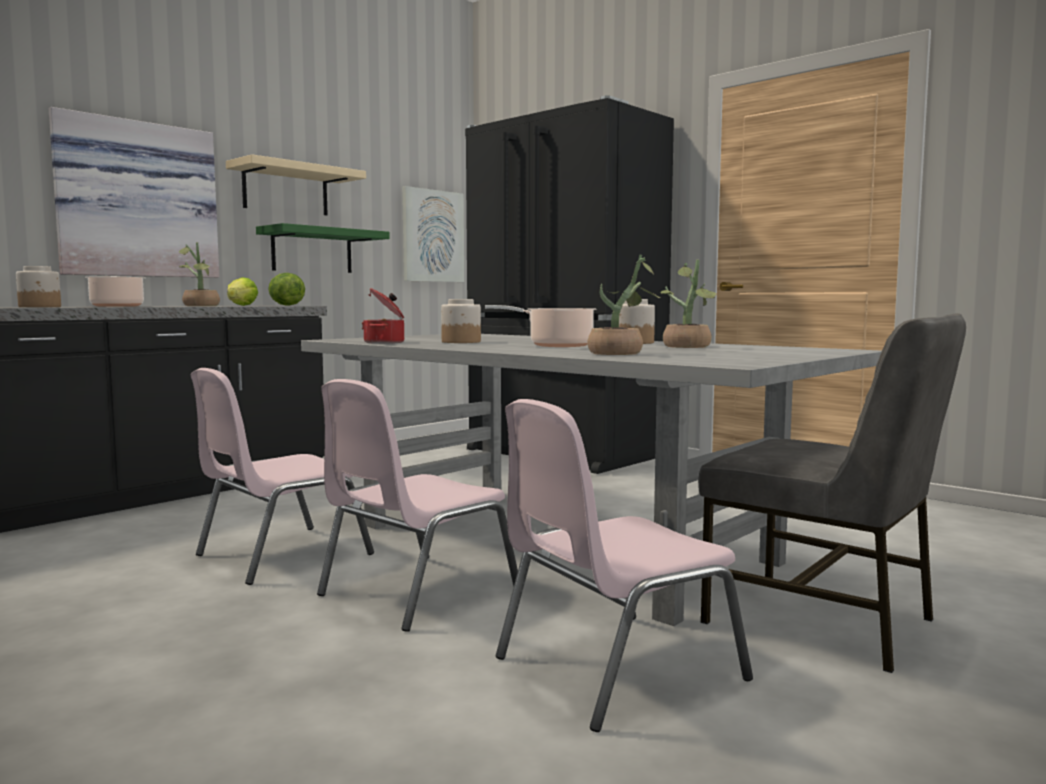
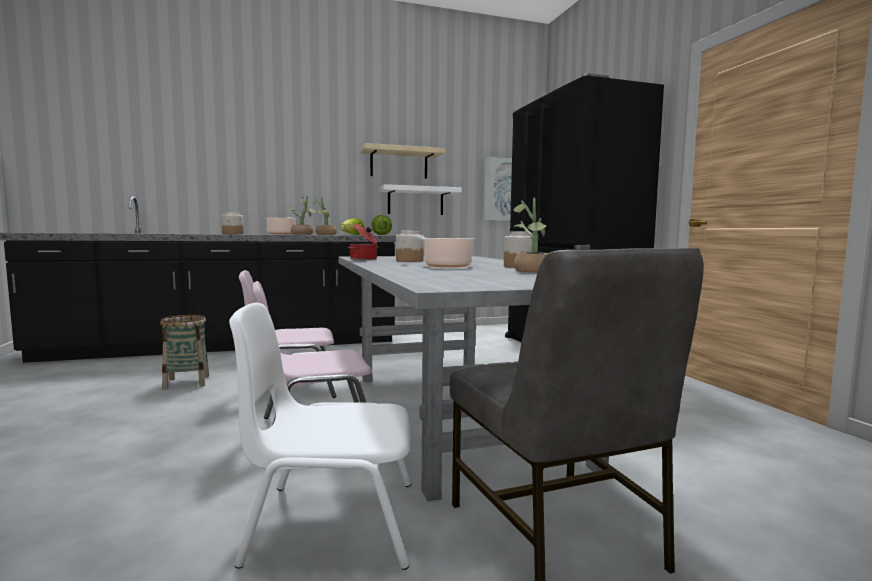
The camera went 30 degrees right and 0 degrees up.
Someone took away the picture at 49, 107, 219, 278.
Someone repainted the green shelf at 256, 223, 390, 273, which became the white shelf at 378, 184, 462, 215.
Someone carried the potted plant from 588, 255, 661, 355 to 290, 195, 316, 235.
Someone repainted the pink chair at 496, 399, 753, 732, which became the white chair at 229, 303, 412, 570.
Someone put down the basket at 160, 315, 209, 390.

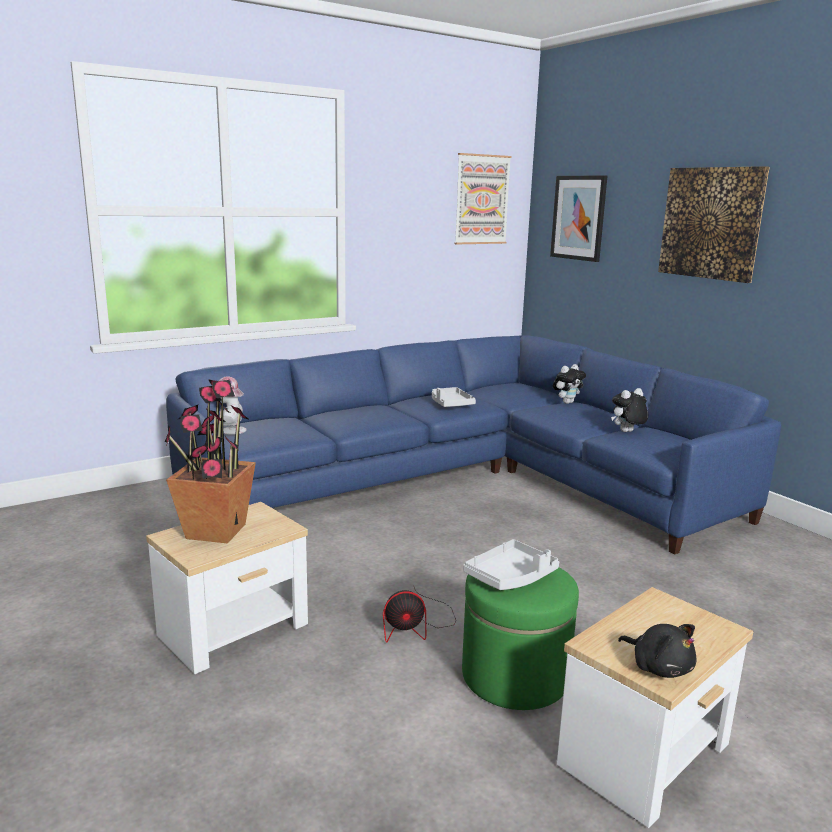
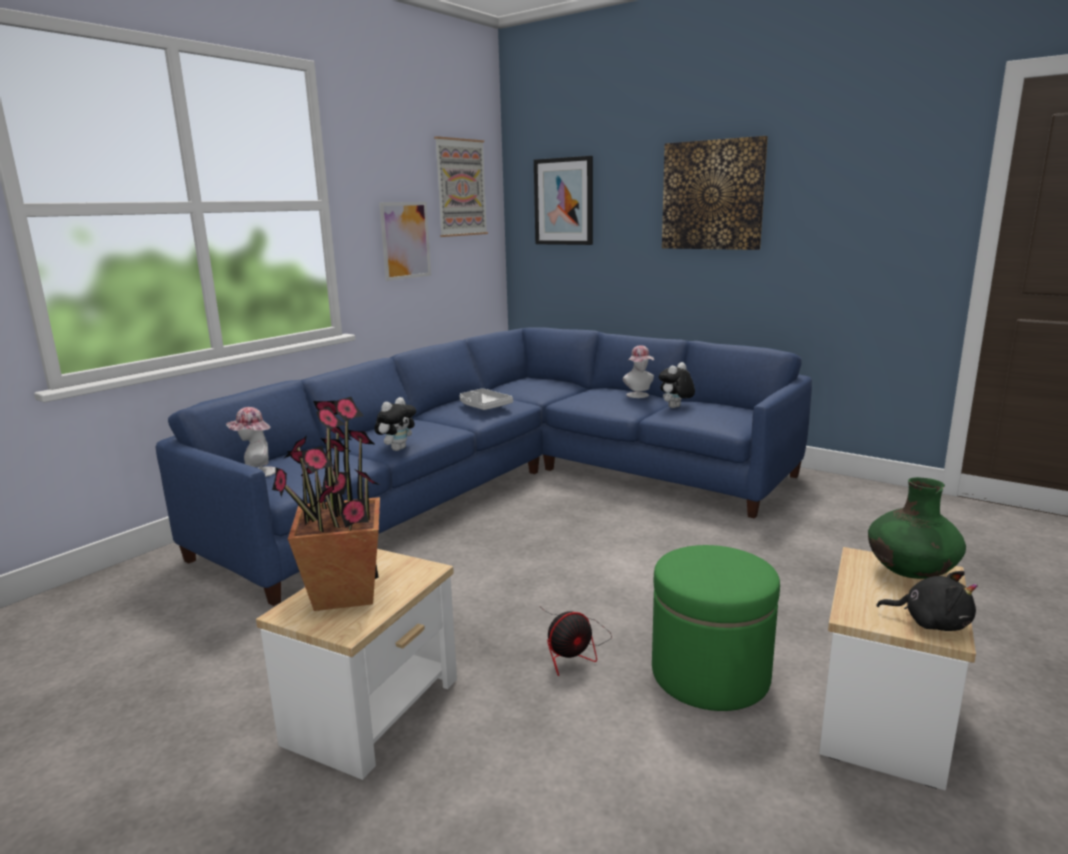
The camera went 20 degrees left and 0 degrees up.
Someone carried the plush toy from 553, 364, 586, 404 to 374, 397, 416, 451.
Someone took away the grey tray at 463, 539, 559, 590.
Someone put up the picture at 379, 202, 431, 281.
Someone put down the hat at 623, 345, 654, 398.
Someone put down the green vase at 868, 477, 966, 579.

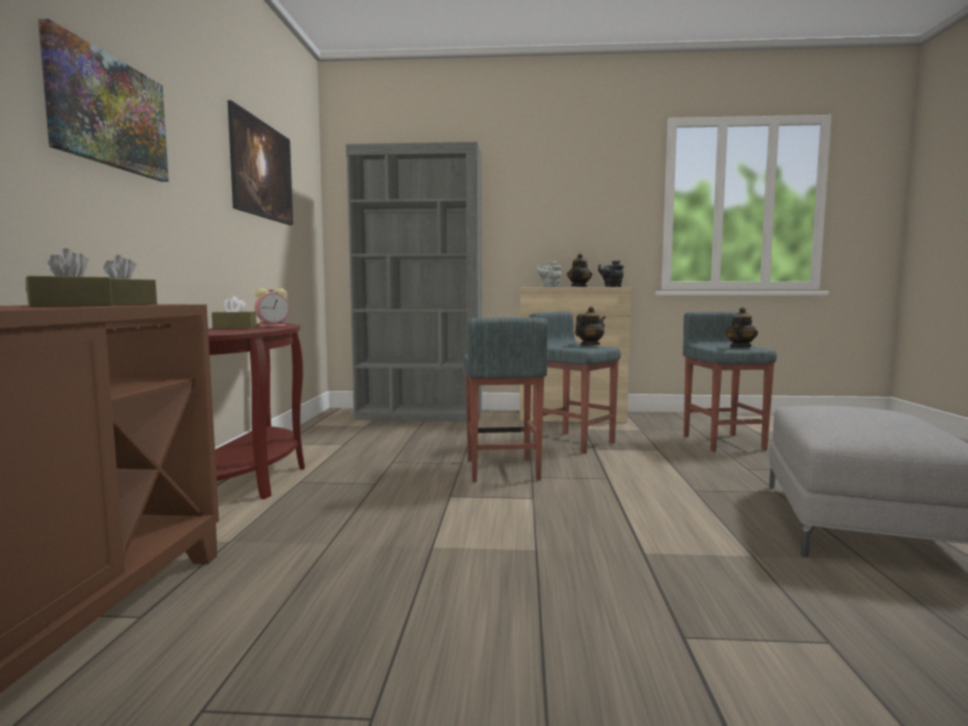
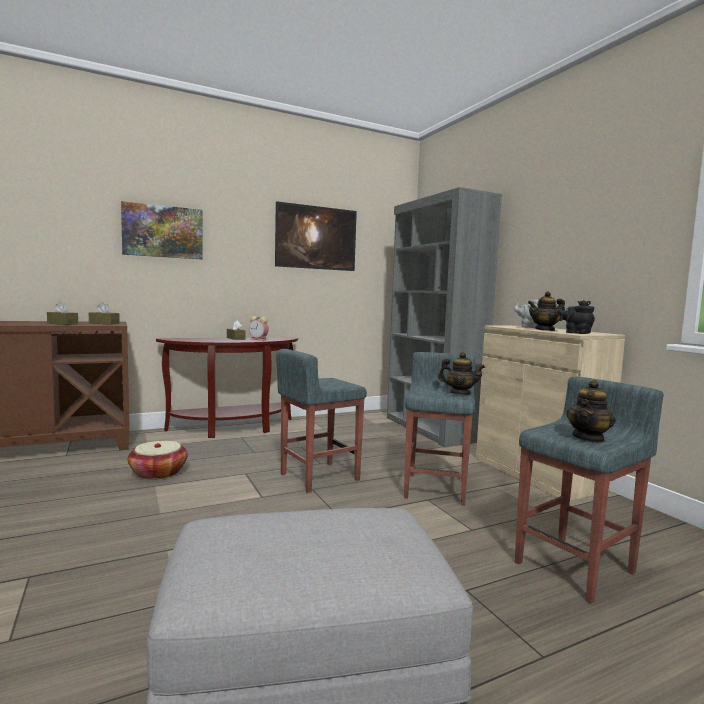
The camera went 60 degrees right and 0 degrees up.
Someone rotated the teapot at 726, 307, 758, 348 by 120 degrees clockwise.
Someone put down the basket at 128, 441, 188, 480.

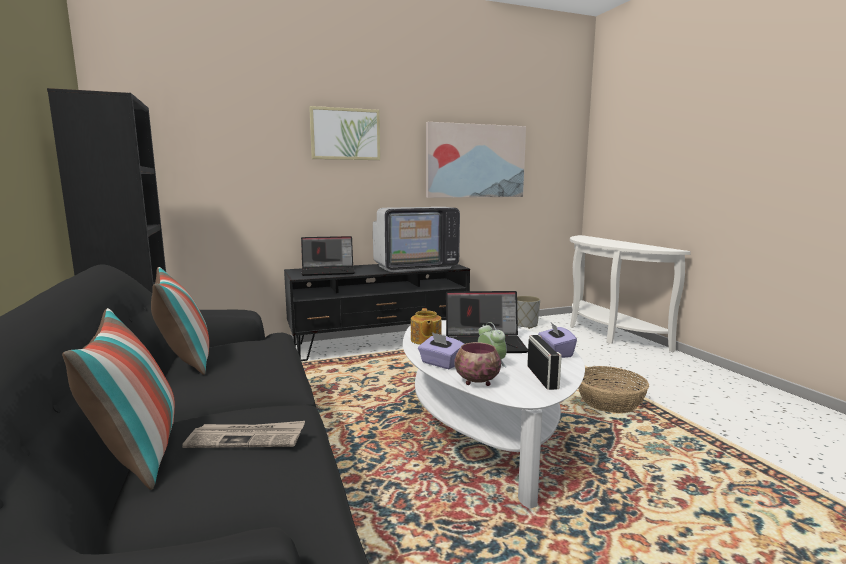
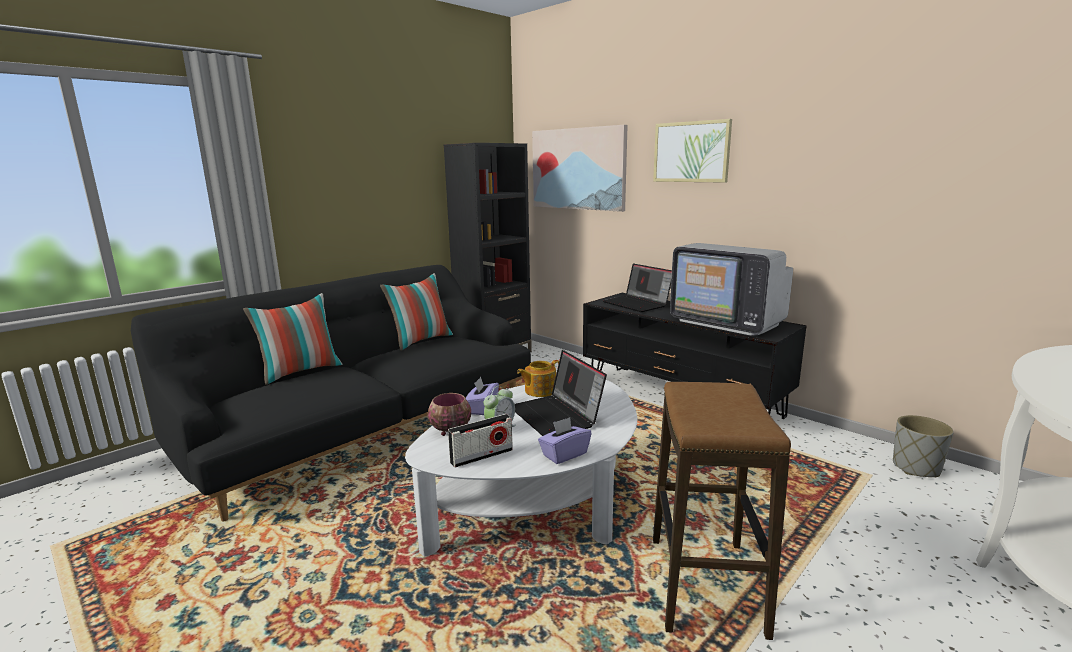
The camera went 65 degrees right and 5 degrees up.
Someone carried the picture from 426, 122, 526, 198 to 532, 125, 628, 212.
Someone swapped the basket at 578, 366, 649, 413 for the stool at 653, 382, 791, 640.
Someone took away the newspaper at 182, 421, 305, 448.

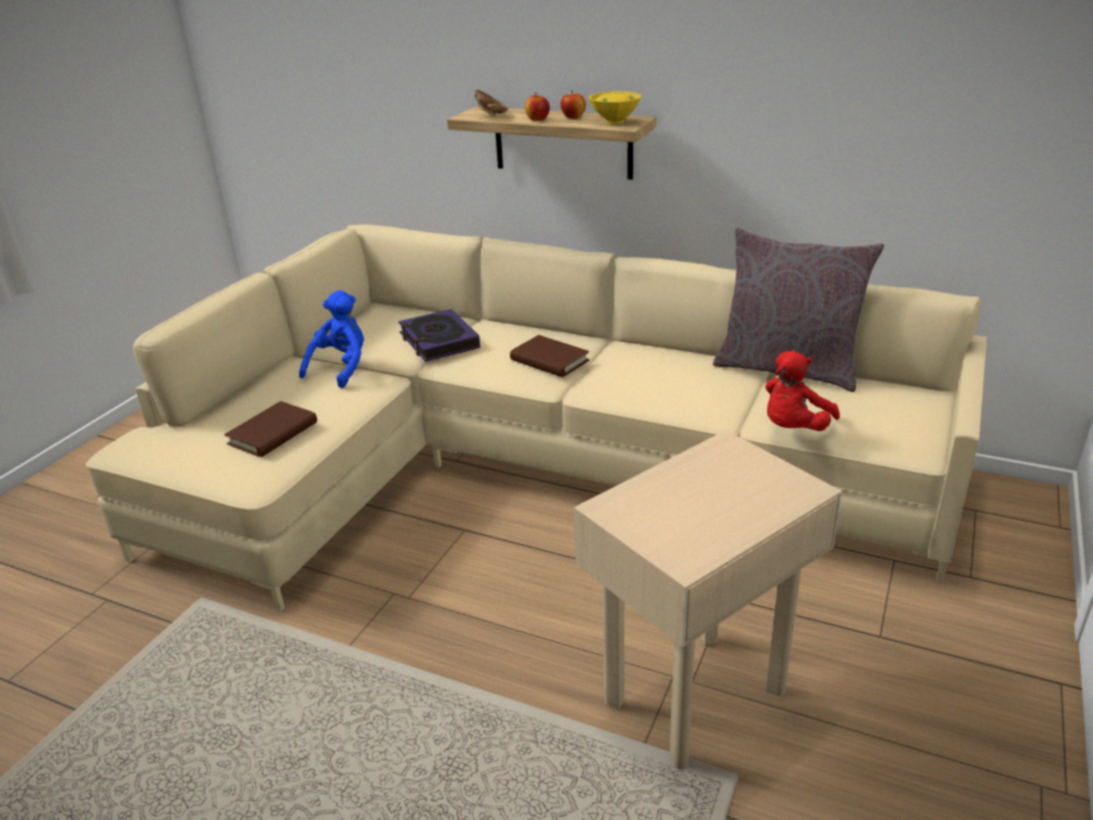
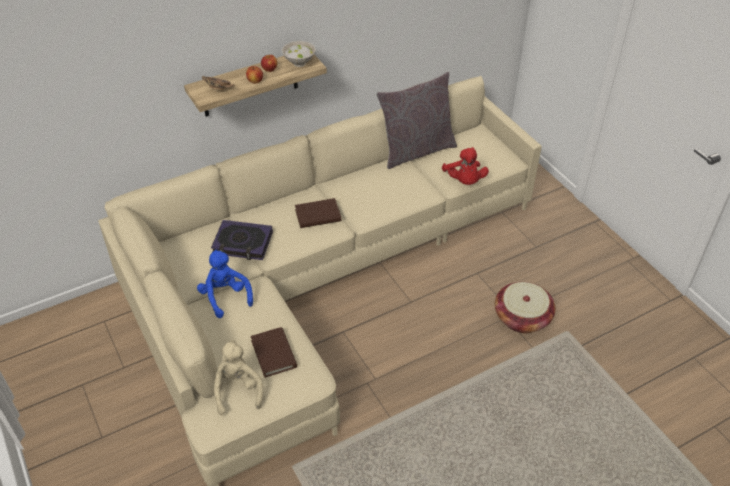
The camera went 55 degrees left and 15 degrees up.
Someone repainted the yellow bowl at 588, 91, 642, 124, which became the white bowl at 282, 41, 316, 67.
Someone swapped the beige side table at 574, 430, 842, 769 for the basket at 495, 282, 555, 333.
Someone put down the beige plush toy at 214, 340, 263, 415.

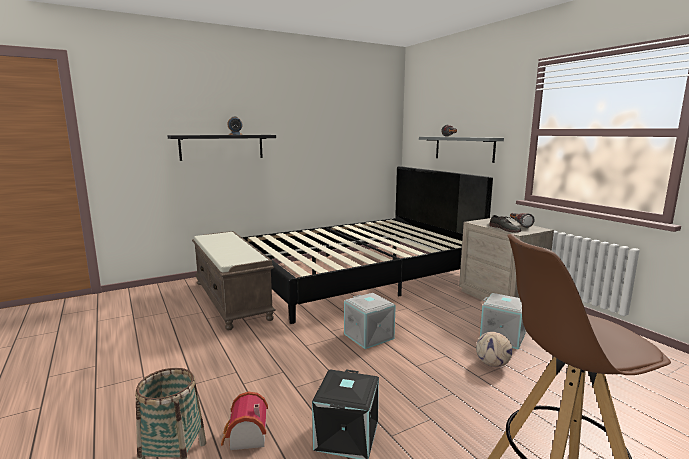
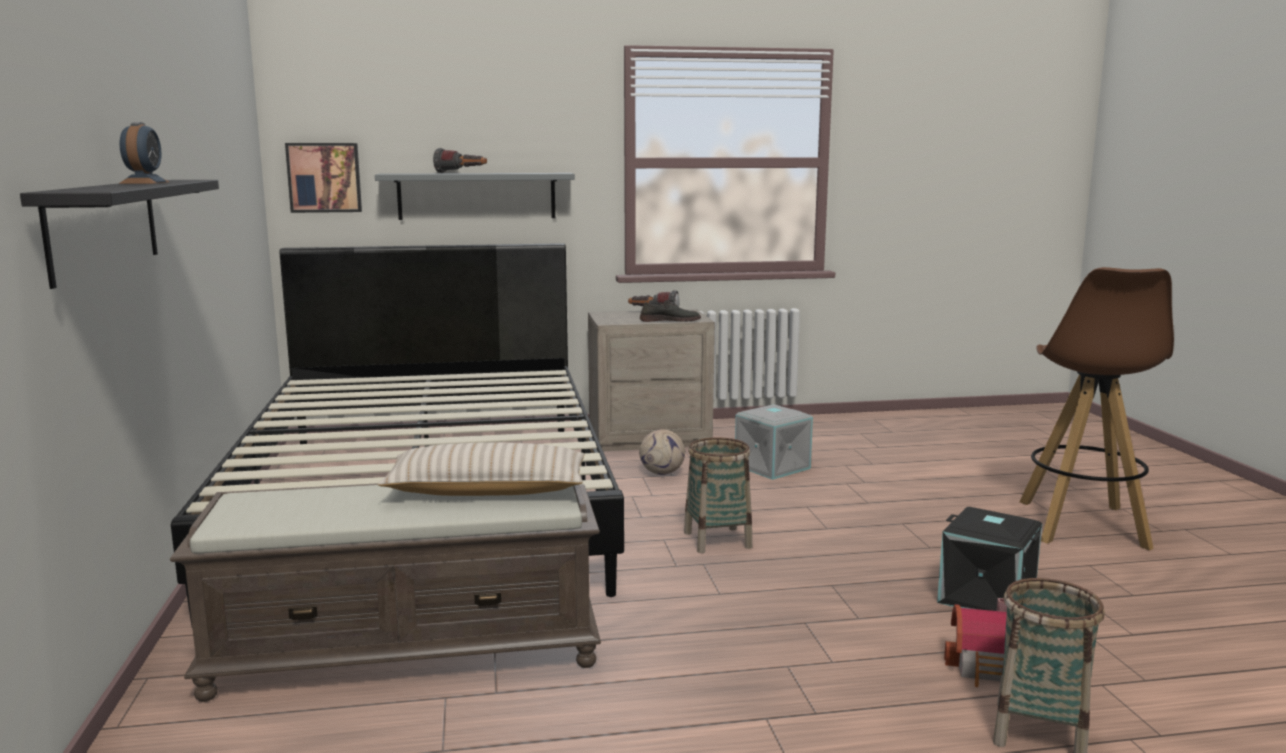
The camera went 70 degrees left and 0 degrees up.
Someone swapped the grey storage box at 344, 293, 396, 349 for the basket at 684, 437, 752, 553.
Someone carried the football from 476, 332, 513, 367 to 639, 429, 685, 475.
Someone put up the picture at 285, 143, 362, 213.
Someone put down the beige pillow at 377, 442, 585, 496.

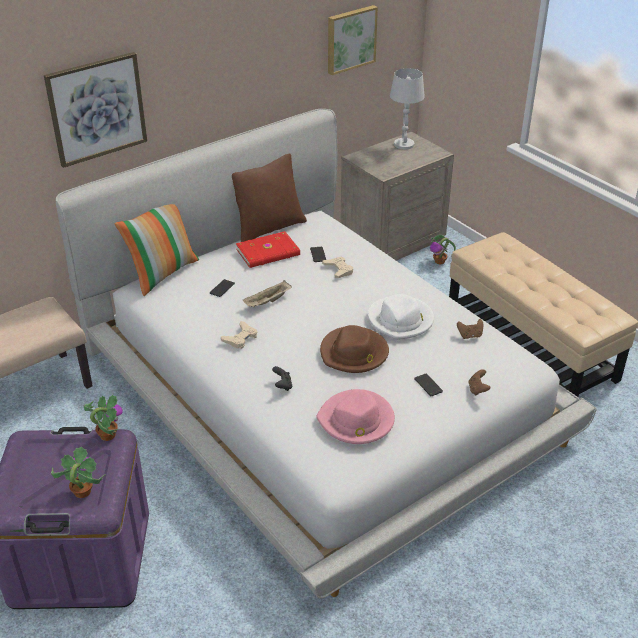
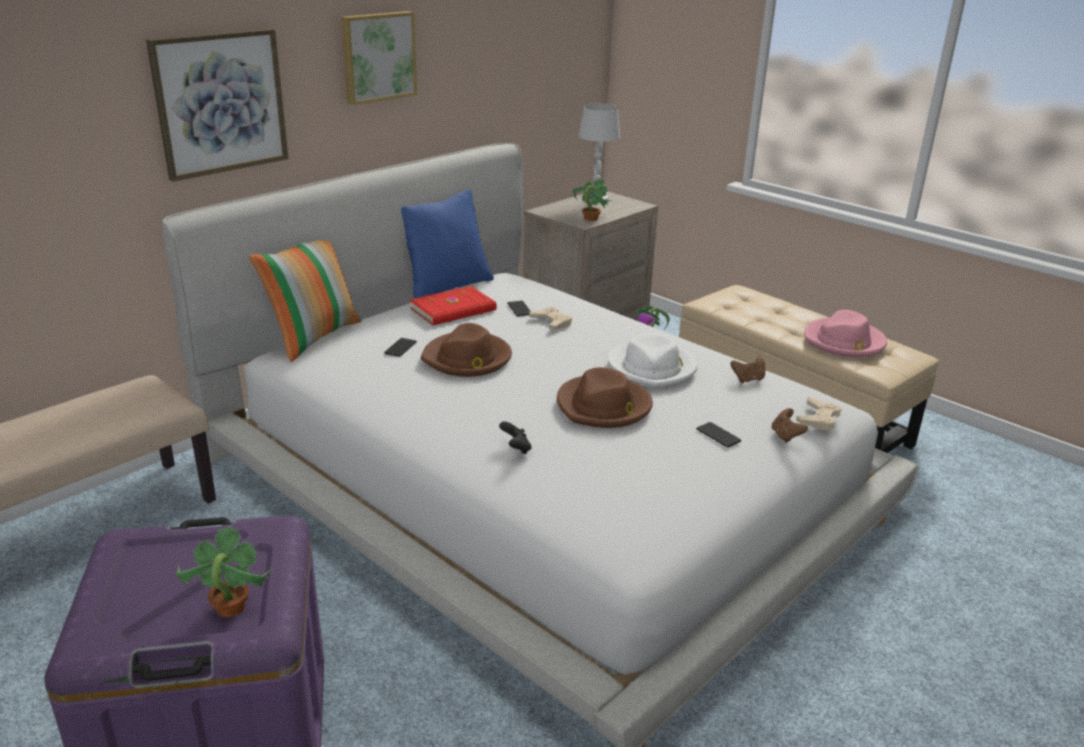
The camera went 10 degrees left and 10 degrees down.
Someone carried the picture from 328, 5, 378, 75 to 341, 11, 417, 105.
Someone repainted the brown pillow at 232, 153, 307, 242, which became the blue pillow at 401, 190, 494, 298.
Someone swapped the beige tray at 242, 280, 292, 308 for the brown hat at 421, 323, 512, 377.
Someone carried the beige game controller from 221, 321, 257, 349 to 796, 397, 842, 431.
Someone carried the pink hat from 316, 389, 395, 444 to 804, 310, 887, 358.
Someone carried the potted plant from 84, 395, 123, 441 to 573, 179, 611, 221.

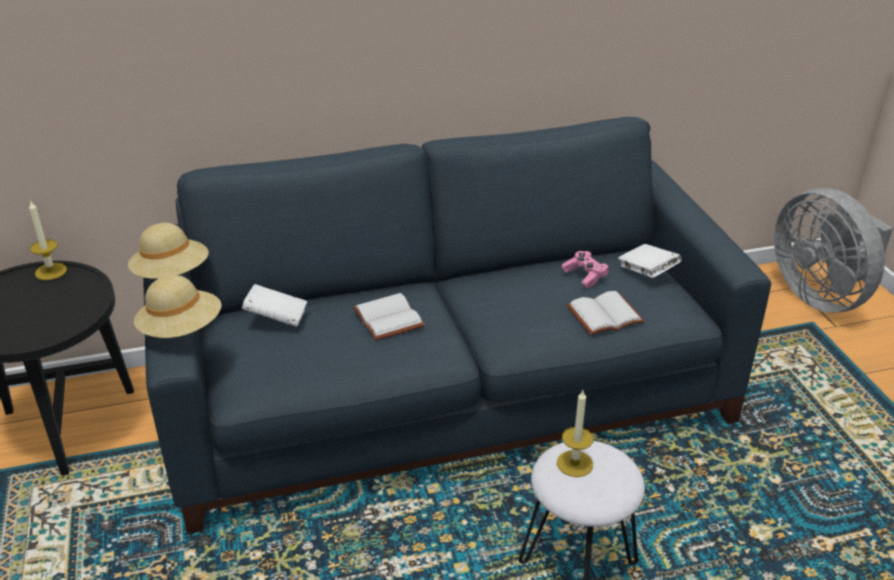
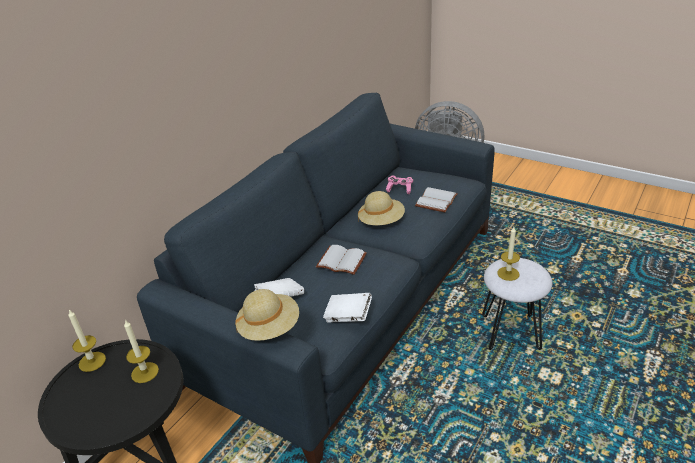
The camera went 40 degrees left and 0 degrees up.
Someone carried the beige hat from 128, 223, 209, 279 to 358, 191, 405, 225.
Someone carried the white book from 618, 244, 682, 278 to 323, 293, 372, 322.
Someone put down the candle at 124, 320, 159, 383.

